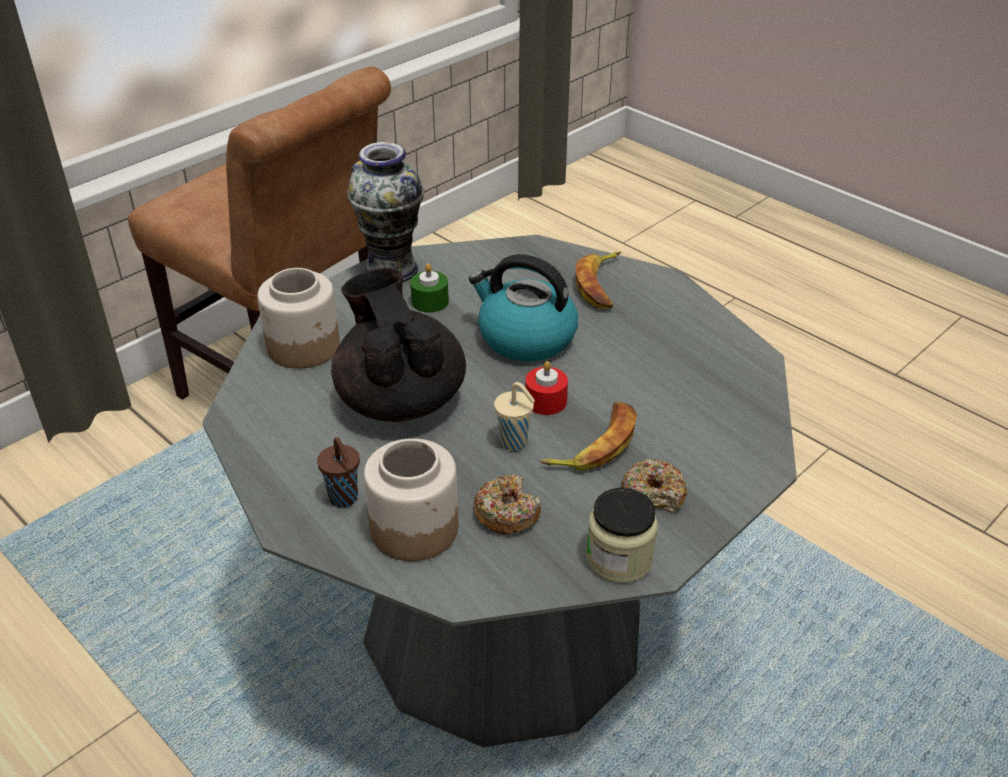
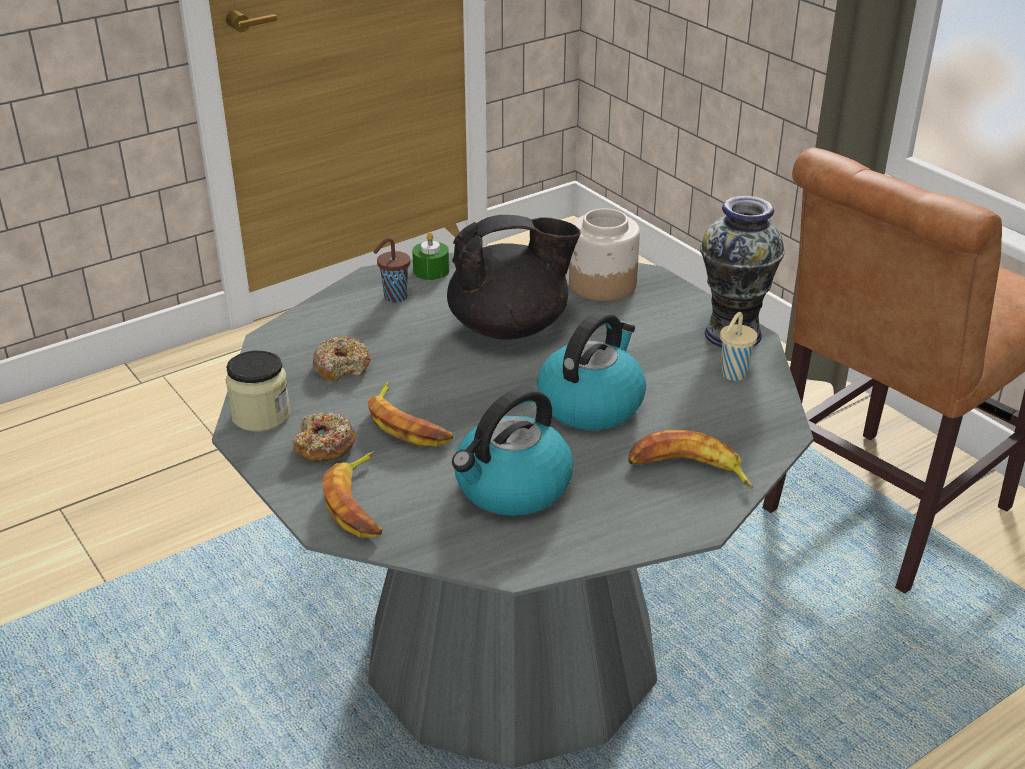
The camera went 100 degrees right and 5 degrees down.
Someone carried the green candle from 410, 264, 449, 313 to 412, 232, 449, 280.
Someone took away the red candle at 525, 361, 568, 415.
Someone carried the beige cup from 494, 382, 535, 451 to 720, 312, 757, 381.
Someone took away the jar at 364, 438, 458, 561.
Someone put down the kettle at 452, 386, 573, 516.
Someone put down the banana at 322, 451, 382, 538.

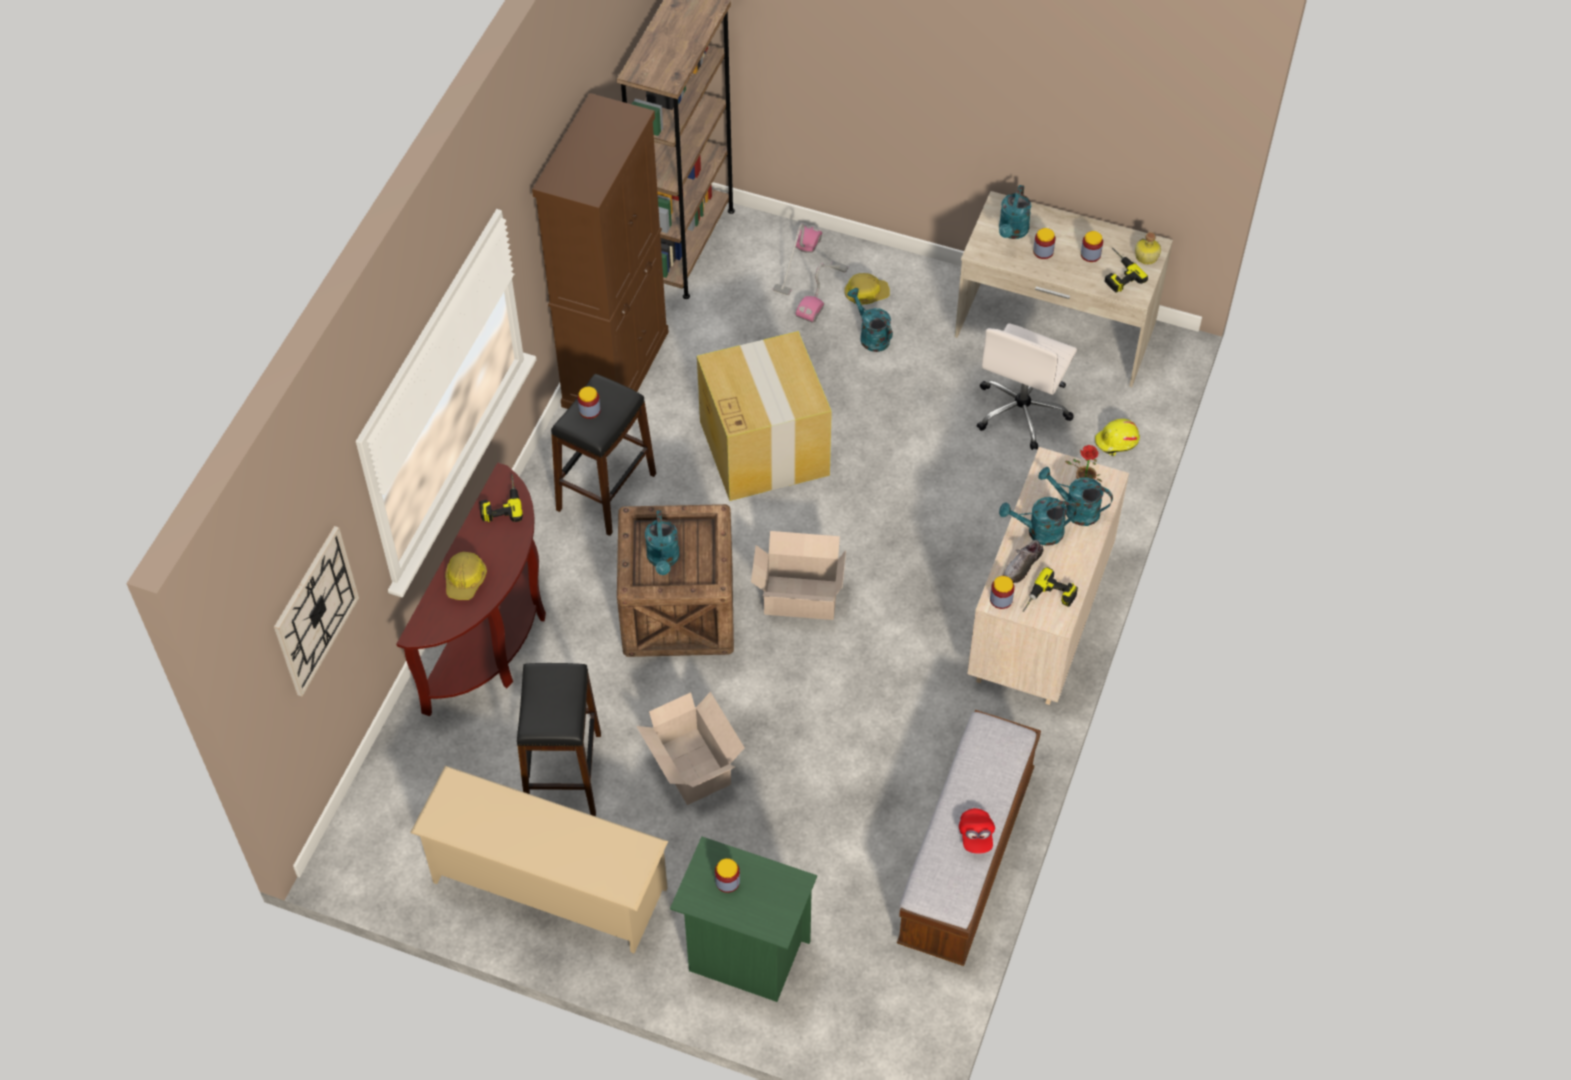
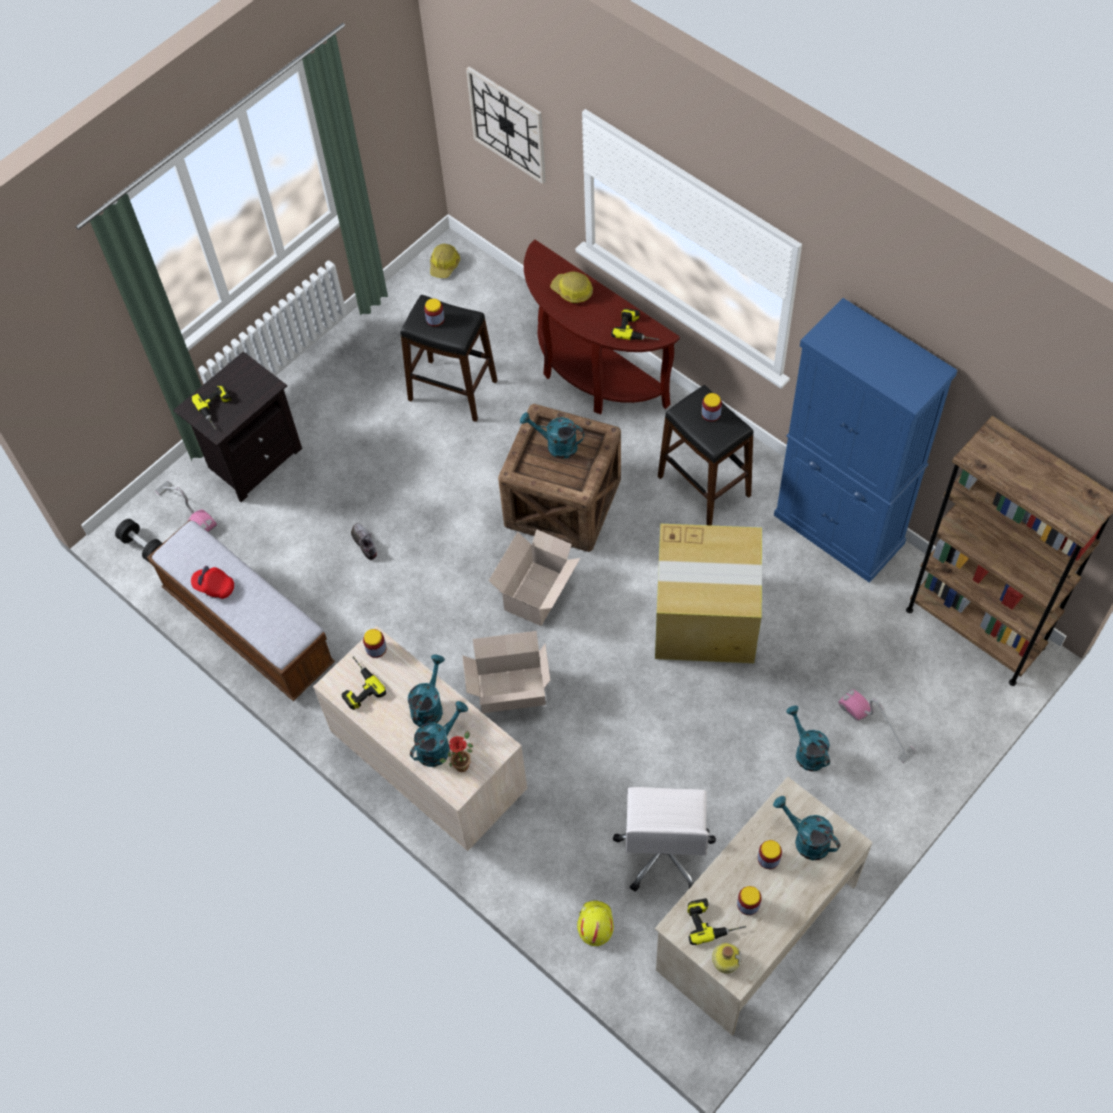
The camera went 115 degrees right and 5 degrees up.
Someone repainted the brown cabinet at 532, 93, 668, 409, which became the blue cabinet at 774, 298, 958, 583.
Someone carried the vacuum cleaner from 773, 223, 822, 295 to 155, 481, 217, 532.
Someone carried the hard hat from 844, 273, 890, 305 to 430, 244, 460, 278.
Someone rotated the turquoise watering can at 847, 288, 893, 352 by 105 degrees counterclockwise.
Someone rotated the white office chair at 977, 323, 1077, 450 by 135 degrees counterclockwise.
Someone carried the shoe from 1003, 540, 1044, 583 to 351, 523, 377, 561.
Someone carried the cardboard box from 636, 692, 745, 805 to 462, 631, 550, 713.
Someone took away the beige shoe rack at 410, 766, 668, 953.
Someone repainted the green nightstand at 670, 836, 817, 1002, which became the black nightstand at 173, 351, 302, 502.
Someone carried the jar from 715, 858, 740, 893 to 424, 299, 445, 326.
Someone put down the power drill at 192, 385, 232, 429.
Someone put down the black dumbbell at 115, 519, 162, 562.

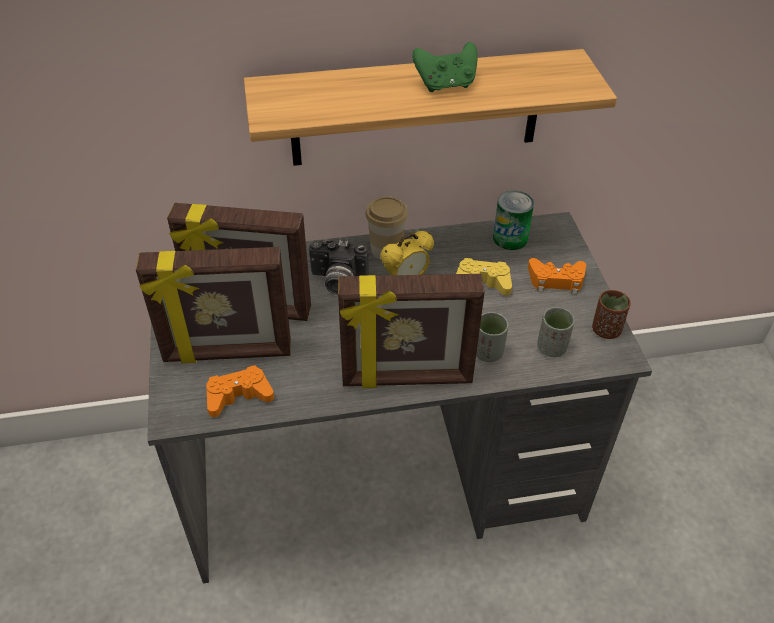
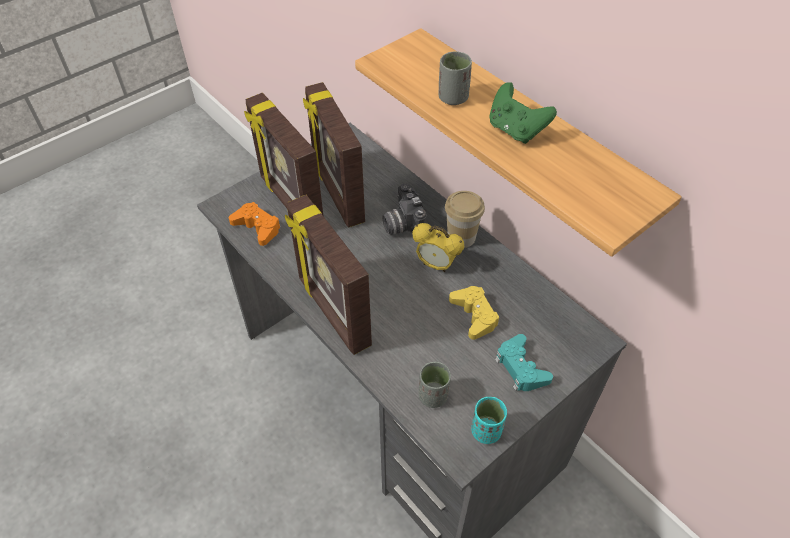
The camera went 60 degrees right and 5 degrees up.
Someone took away the can at 493, 191, 534, 250.
Someone repainted the orange game controller at 528, 258, 586, 294, which became the turquoise game controller at 495, 334, 553, 391.
Someone repainted the brown cup at 592, 290, 631, 339, which became the turquoise cup at 471, 397, 507, 444.
Someone carried the grey cup from 476, 312, 508, 362 to 439, 51, 472, 105.

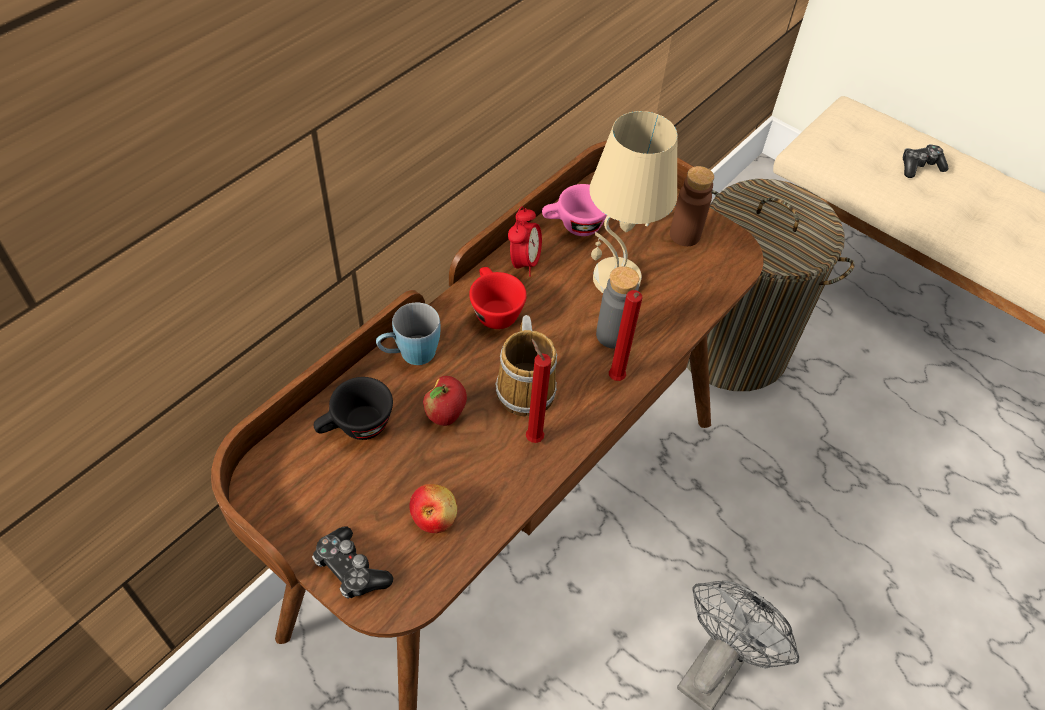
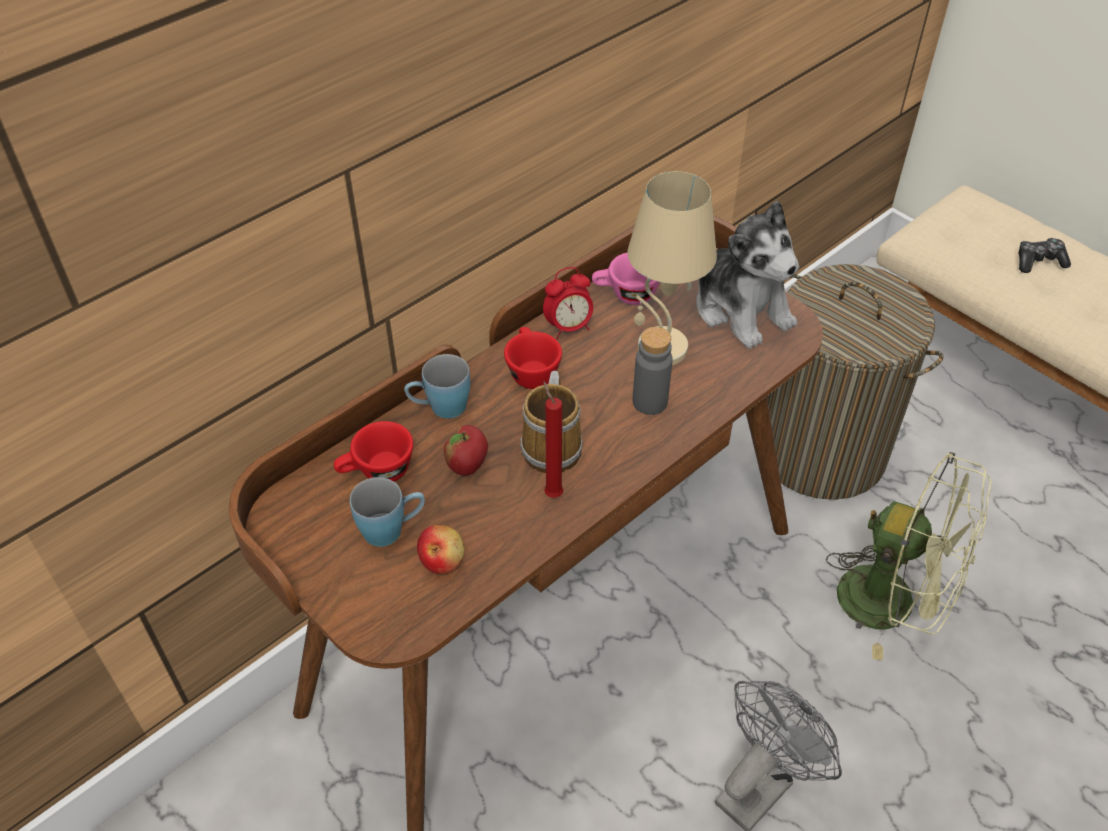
The camera went 10 degrees right and 5 degrees down.
Someone swapped the brown bottle at 670, 166, 714, 246 for the plush toy at 696, 201, 799, 349.
Someone rotated the alarm clock at 508, 206, 542, 277 by 45 degrees clockwise.
Someone took away the red candle at 609, 290, 642, 381.
Someone repainted the black cup at 314, 377, 393, 440, which became the red cup at 334, 421, 413, 481.
Someone took away the game controller at 312, 527, 393, 599.
Someone put down the green fan at 826, 452, 992, 660.
Someone put down the blue mug at 350, 477, 425, 547.

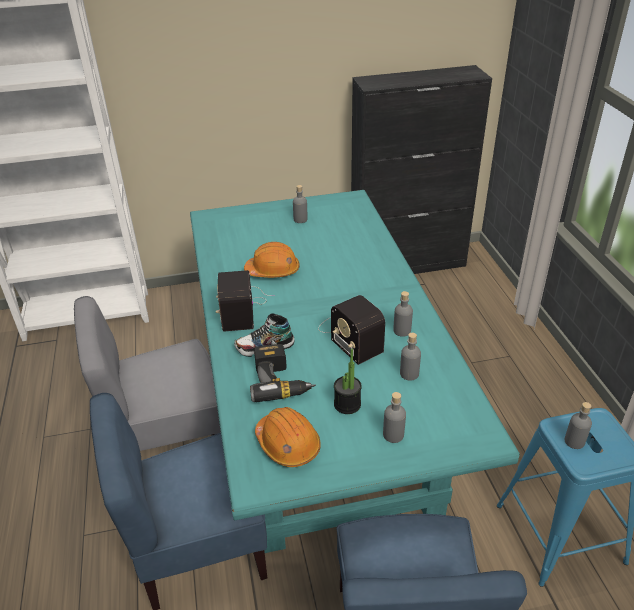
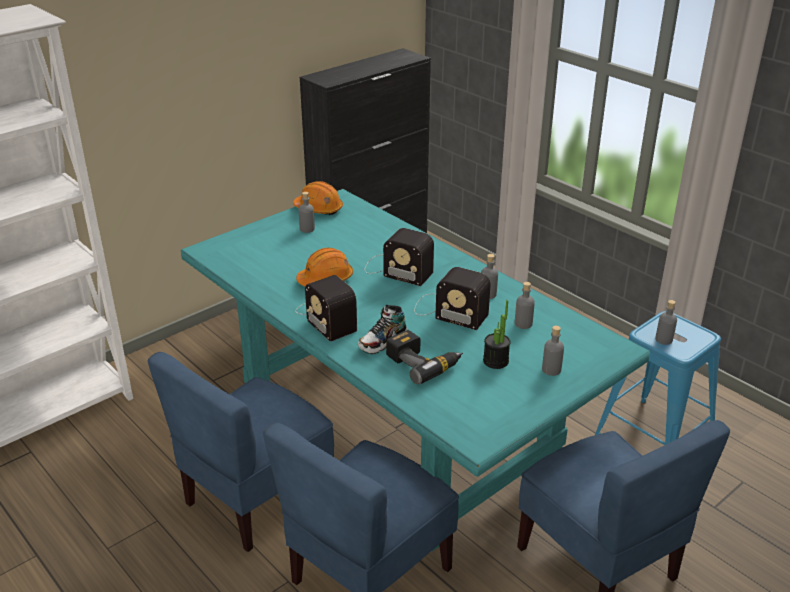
The camera went 30 degrees left and 5 degrees down.
Someone repainted the grey chair at 74, 296, 221, 451, which became the blue chair at 148, 352, 334, 552.
Someone carried the orange hard hat from 255, 407, 320, 467 to 293, 181, 343, 215.
Someone put down the radio at 365, 228, 434, 286.

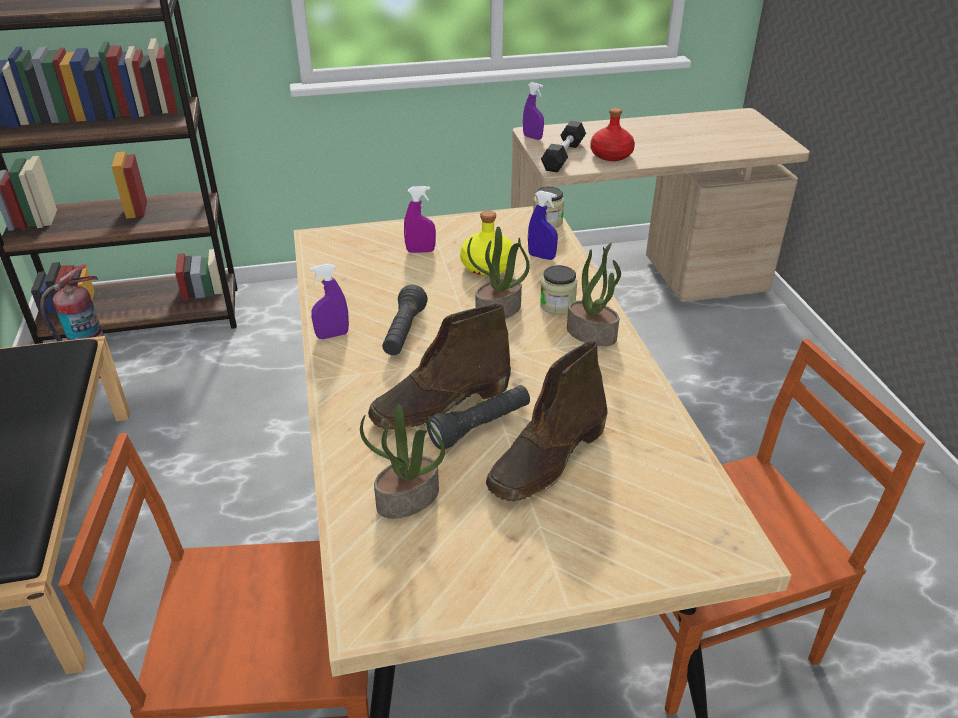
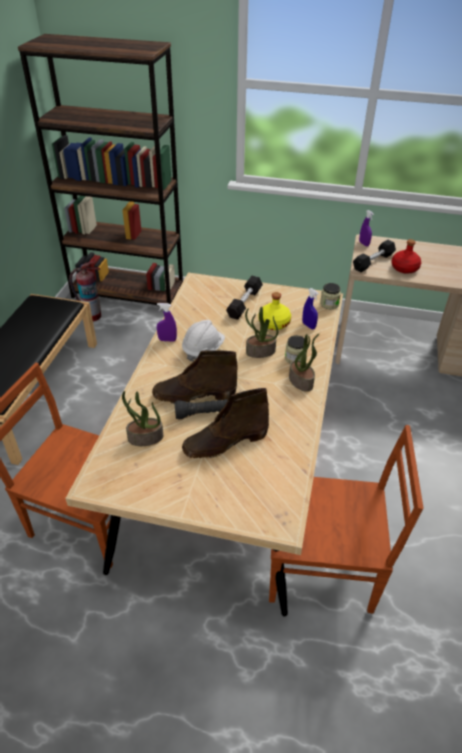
The camera went 25 degrees right and 5 degrees up.
Someone swapped the purple spray bottle at 404, 186, 436, 253 for the black dumbbell at 226, 276, 263, 320.
Someone swapped the black flashlight at 382, 285, 428, 355 for the white hard hat at 182, 320, 225, 361.

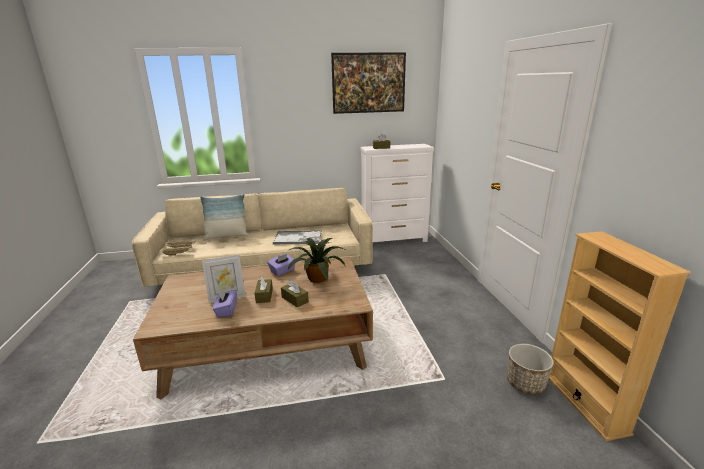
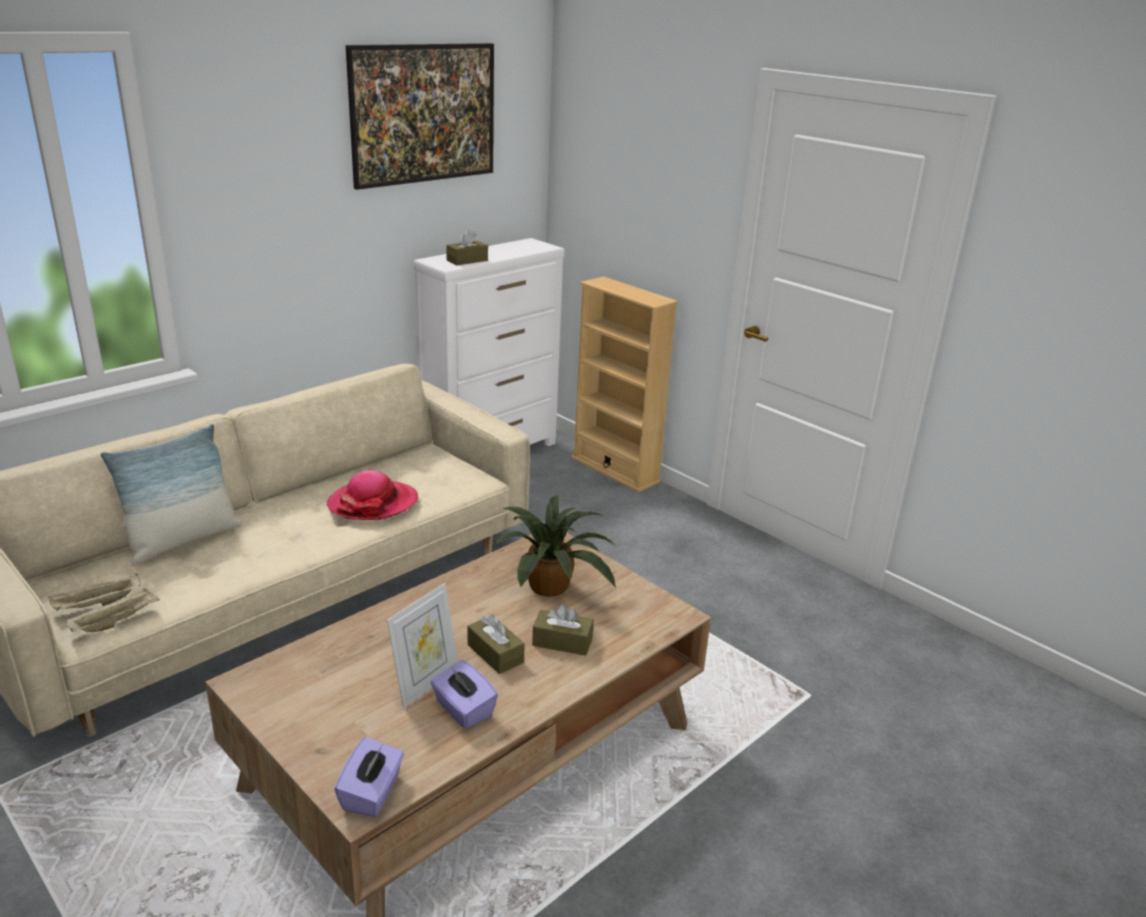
The camera went 35 degrees left and 5 degrees up.
Someone swapped the tray at 273, 230, 322, 244 for the hat at 327, 470, 418, 520.
Someone carried the beige bookcase from 549, 231, 691, 441 to 571, 276, 678, 493.
Someone carried the purple tissue box from 267, 254, 295, 276 to 335, 737, 404, 817.
Someone took away the planter at 507, 344, 554, 394.

